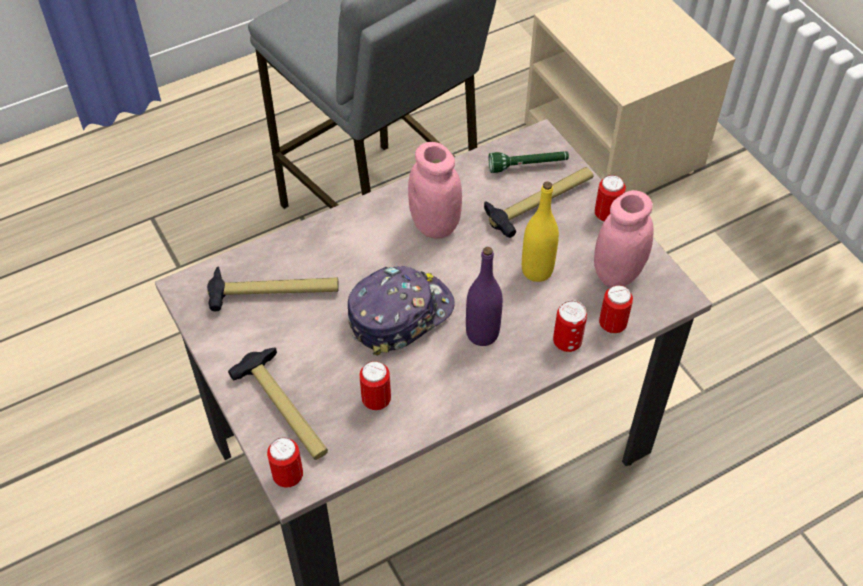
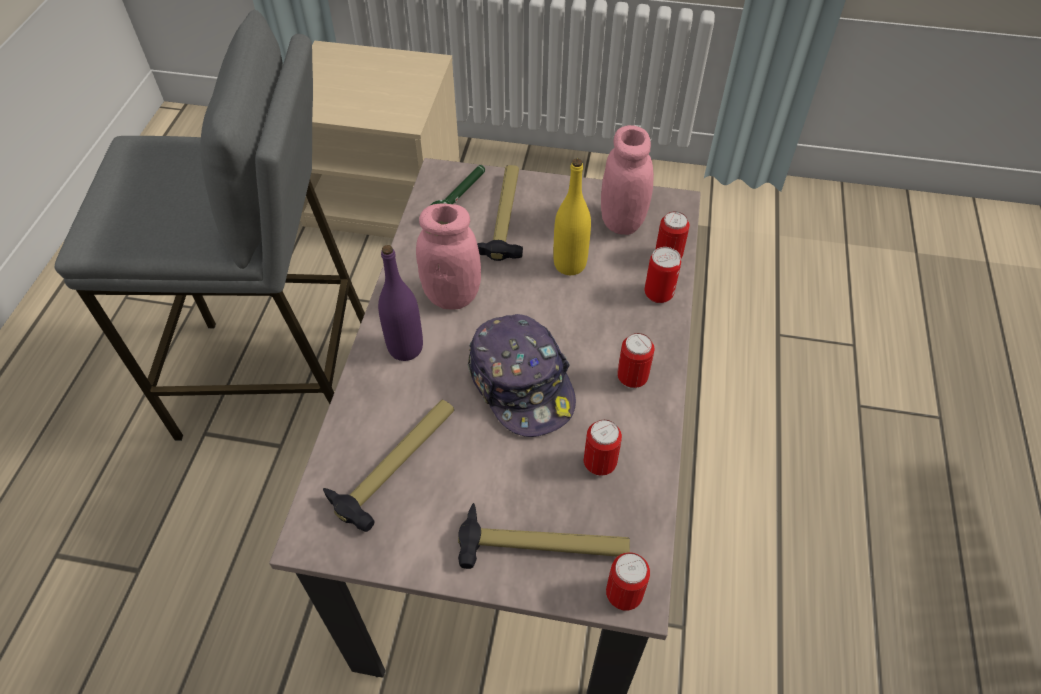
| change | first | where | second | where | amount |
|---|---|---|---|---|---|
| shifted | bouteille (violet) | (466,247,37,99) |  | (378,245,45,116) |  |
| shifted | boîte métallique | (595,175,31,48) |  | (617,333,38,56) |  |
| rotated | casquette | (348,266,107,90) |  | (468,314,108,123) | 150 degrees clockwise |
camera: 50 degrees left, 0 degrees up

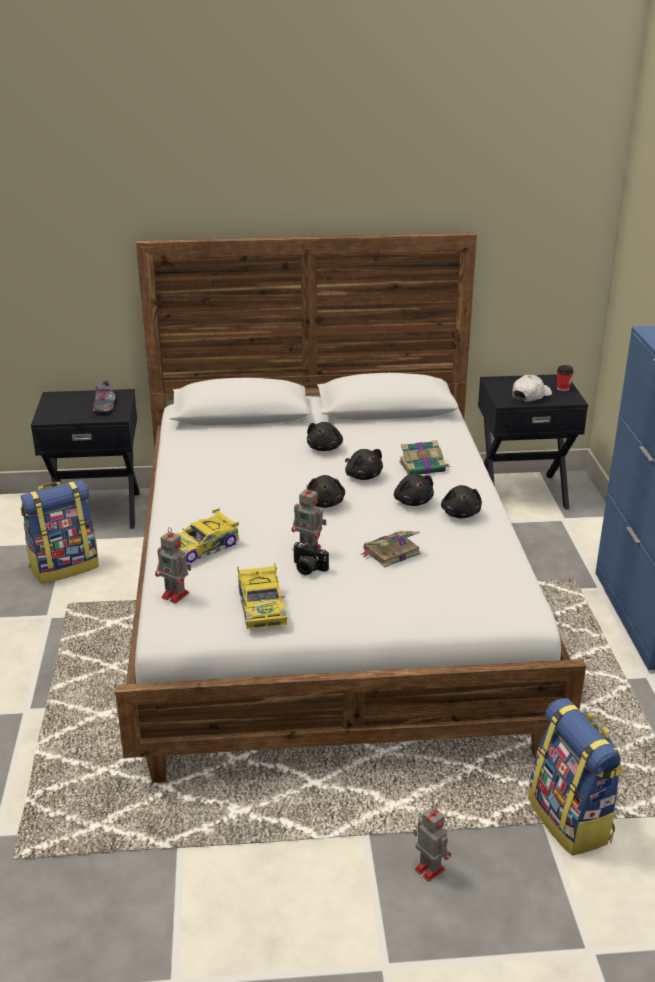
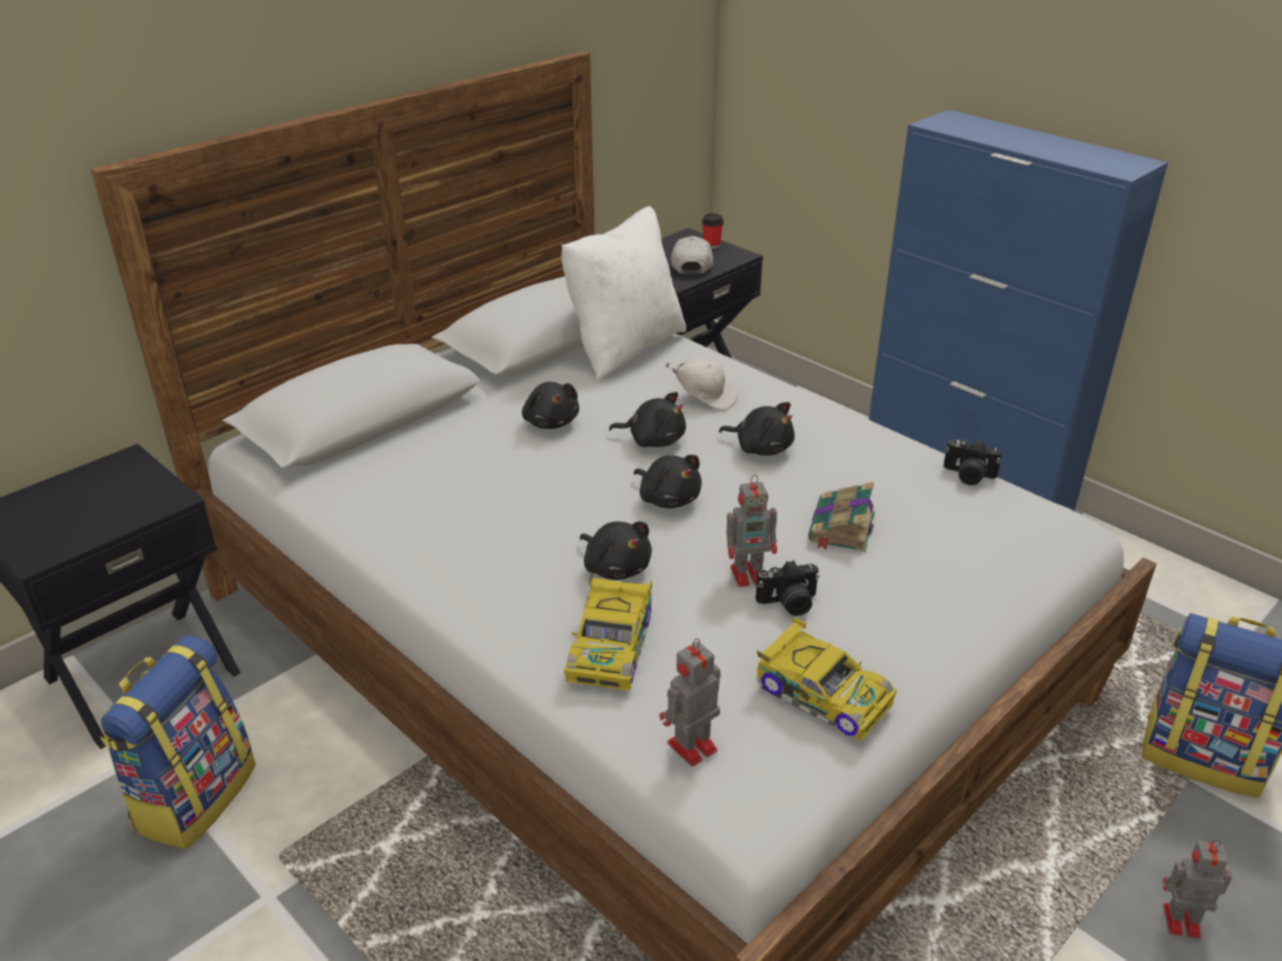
| change | first | where | second | where | amount |
|---|---|---|---|---|---|
| gone | chaussure (gris) | (93,380,23,32) |  |  |  |
| new |  |  | coussin (blanc) | (562,206,124,174) |  |
| new |  |  | appareil photo | (943,439,59,46) |  |
| shifted | peluche (noir) | (441,485,41,33) |  | (580,522,72,58) |  |
| swapped | livre | (399,440,52,35) | casquette (blanc) | (665,358,73,53) |  |
| rotated | robot jouet | (155,527,36,76) |  | (660,638,61,129) | 150 degrees clockwise |
camera: 40 degrees left, 5 degrees up

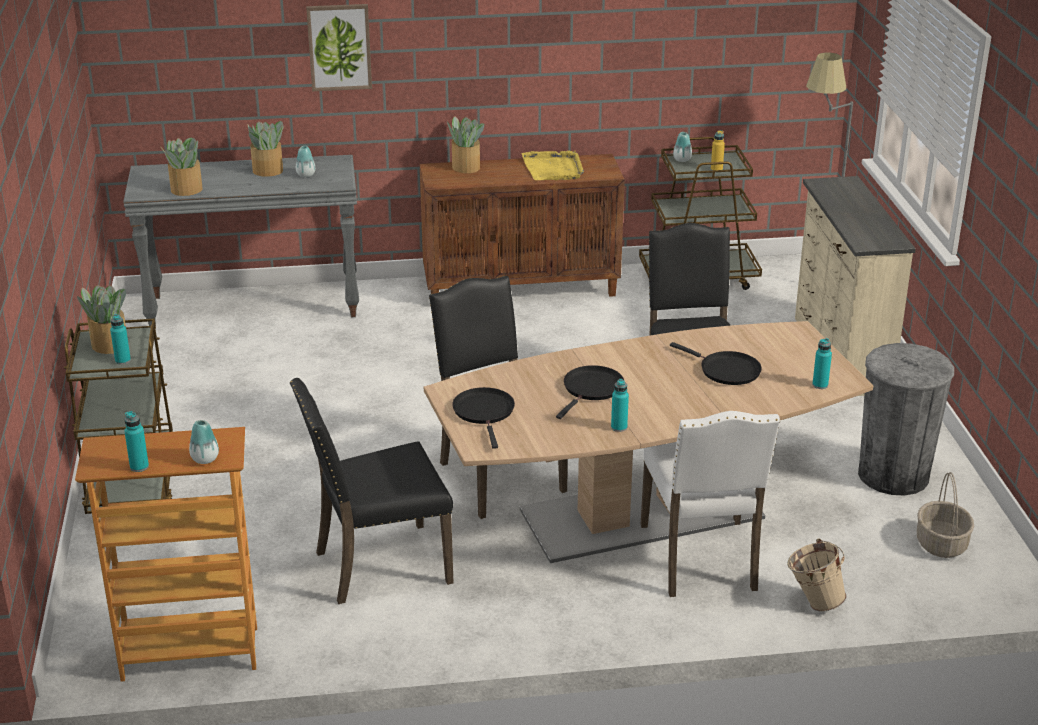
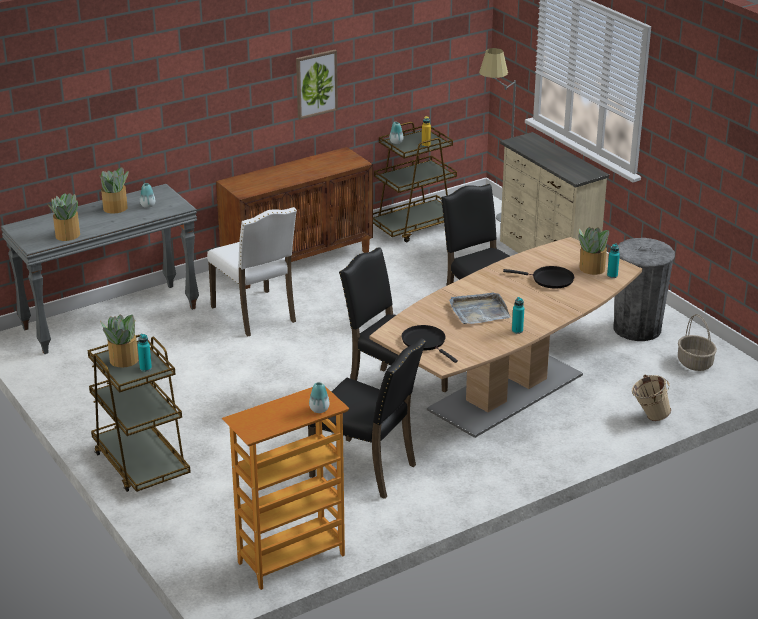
| change | first | where | second | where | amount |
|---|---|---|---|---|---|
| gone | bouteille (turquoise) | (124,411,25,61) |  |  |  |
| gone | plateau (jaune) | (522,151,62,29) |  |  |  |
| shifted | tableau | (306,4,66,88) |  | (296,50,42,69) |  |
| shifted | plante en pot | (447,116,37,57) |  | (578,227,31,48) |  |
| shifted | chaise (blanc) | (641,411,139,186) |  | (207,207,90,130) |  |
| swapped | poêle (noir) | (556,365,68,54) | plateau (gris) | (449,293,62,31) |  |
| rotated | chaise (noir) | (290,378,163,226) |  | (308,338,118,161) | 105 degrees counterclockwise |
camera: 25 degrees left, 0 degrees up

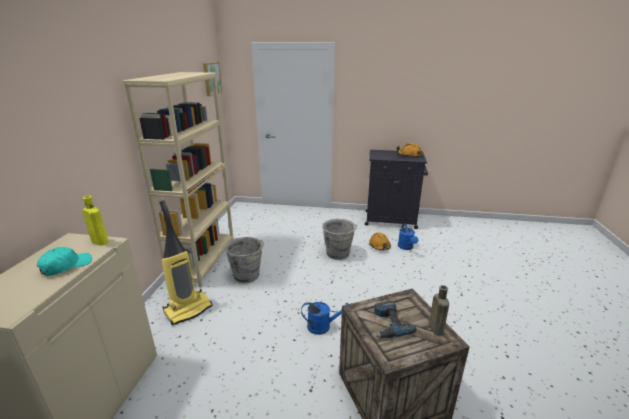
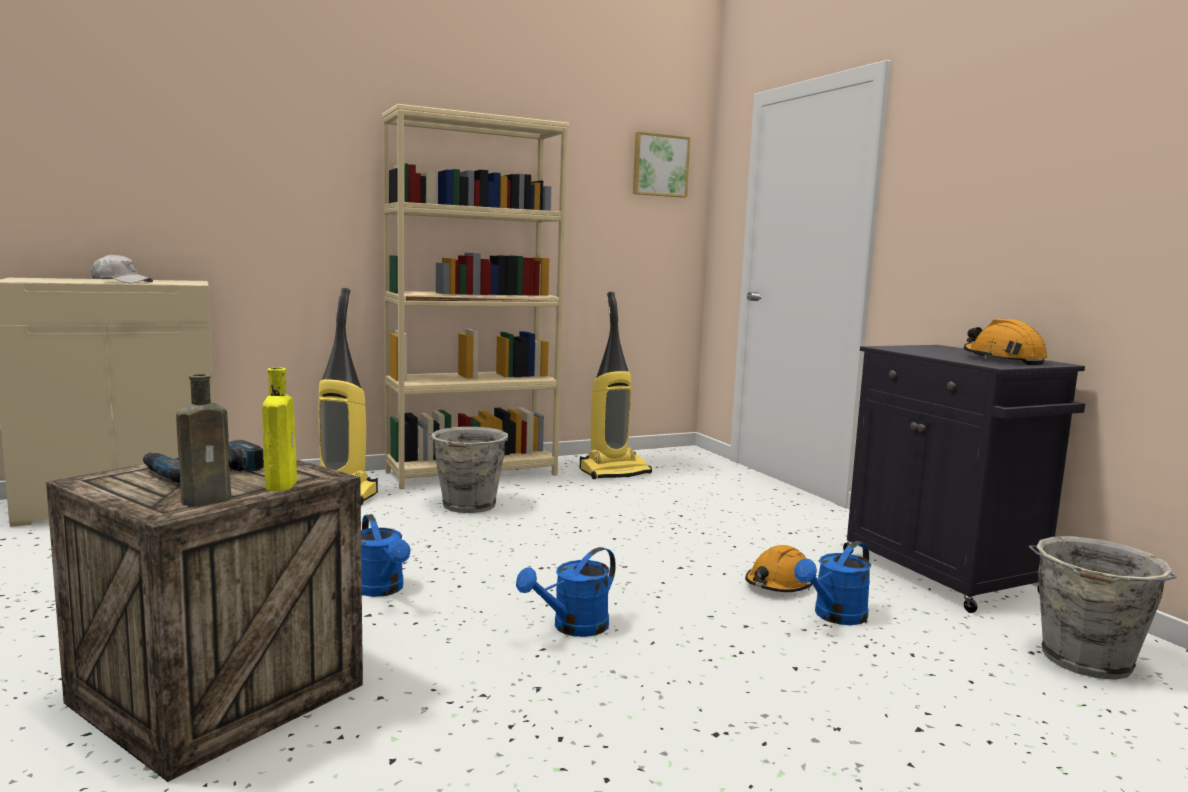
| change | first | where | second | where | amount |
|---|---|---|---|---|---|
| new |  |  | arrosoir (bleu) | (516,547,100,90) |  |
| new |  |  | aspirateur | (580,292,72,187) |  |
| shifted | bouteille (jaune) | (82,196,26,50) |  | (262,367,35,124) |  |
| shifted | seau (gris) | (322,219,35,41) |  | (1028,537,149,143) |  |
| repainted | casquette (turquoise) | (37,247,55,29) | casquette (blanc) | (91,254,62,29) |  |
camera: 55 degrees right, 15 degrees down

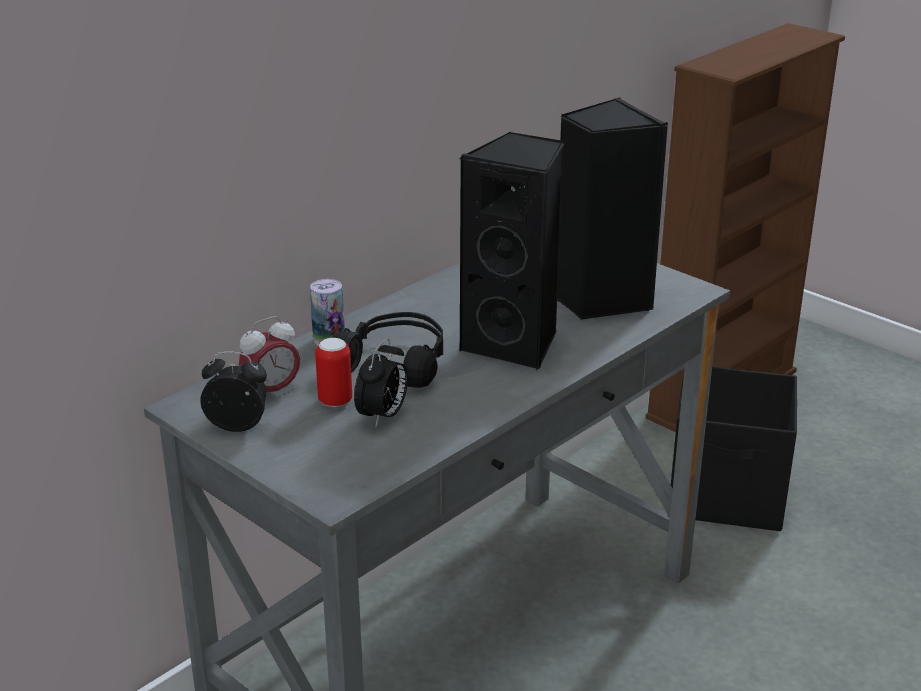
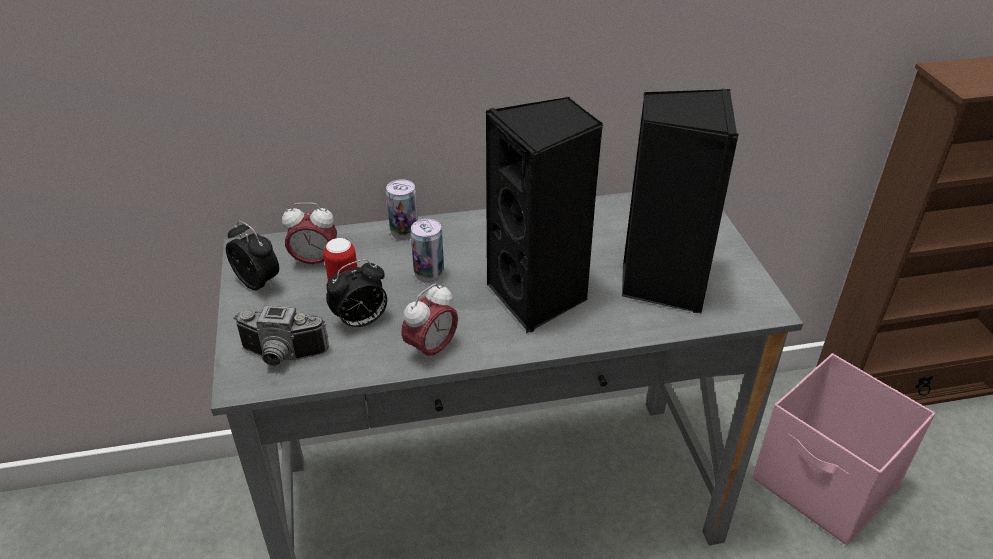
| change | first | where | second | where | amount |
|---|---|---|---|---|---|
| new |  |  | appareil photo | (233,305,96,61) |  |
| new |  |  | réveil | (401,283,57,82) |  |
| swapped | casque audio (noir) | (333,312,110,76) | boîte métallique | (411,219,33,64) |  |
| repainted | boîte de rangement (noir) | (671,367,126,164) | boîte de rangement (rose) | (753,354,182,191) |  |
camera: 35 degrees right, 10 degrees up

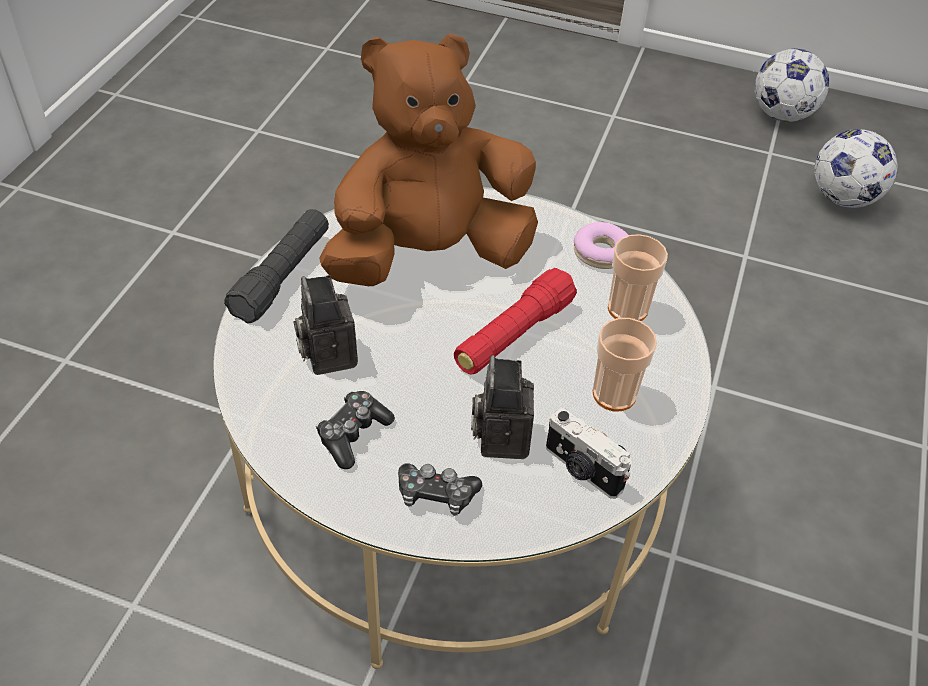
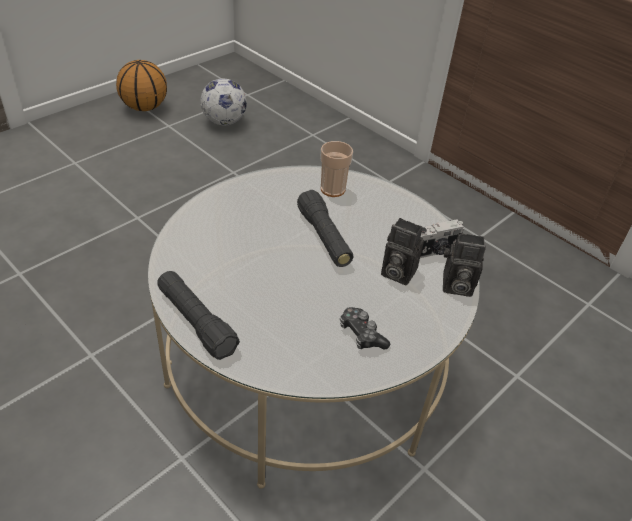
| change | first | where | second | where | amount |
|---|---|---|---|---|---|
| gone | peluche (marron) | (319,33,219,253) |  |  |  |
| gone | manette | (398,464,84,52) |  |  |  |
| gone | beignet | (574,222,54,47) |  |  |  |
| gone | tasse | (593,318,64,93) |  |  |  |
| shifted | appareil photo | (294,275,64,100) |  | (443,233,43,64) |  |
| swapped | ballon de foot | (755,48,74,74) | ballon de basket | (116,60,51,51) |  |
| repainted | lampe de poche (rouge) | (454,268,123,106) | lampe de poche (noir) | (297,190,56,77) |  |
camera: 65 degrees left, 5 degrees down

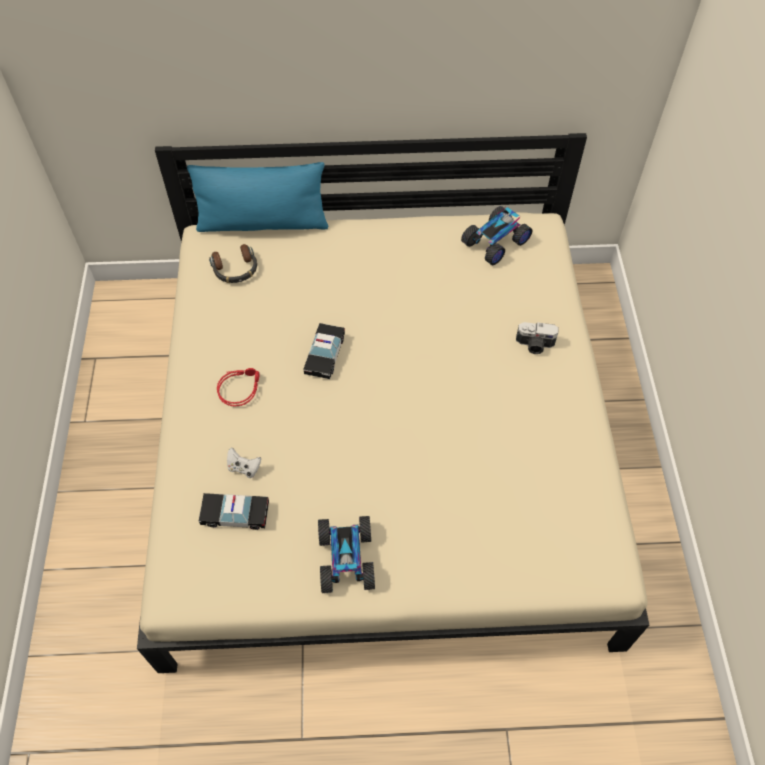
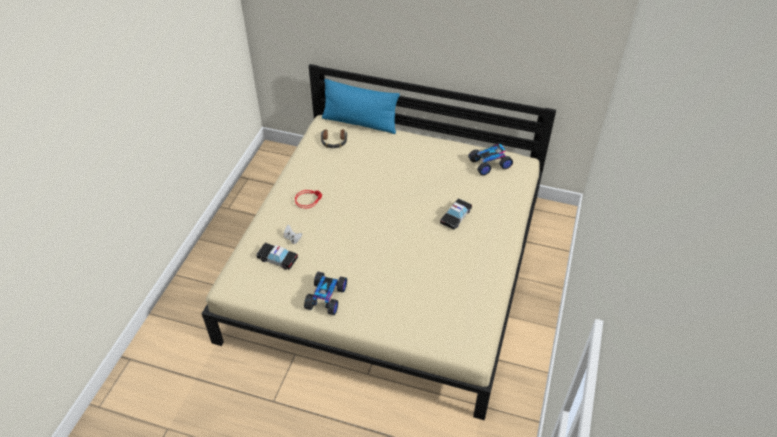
| change | first | where | second | where | amount |
|---|---|---|---|---|---|
| gone | appareil photo | (516,322,43,32) |  |  |  |
| shifted | petite voiture | (303,323,42,56) |  | (440,198,32,32) |  |
camera: 20 degrees right, 10 degrees down

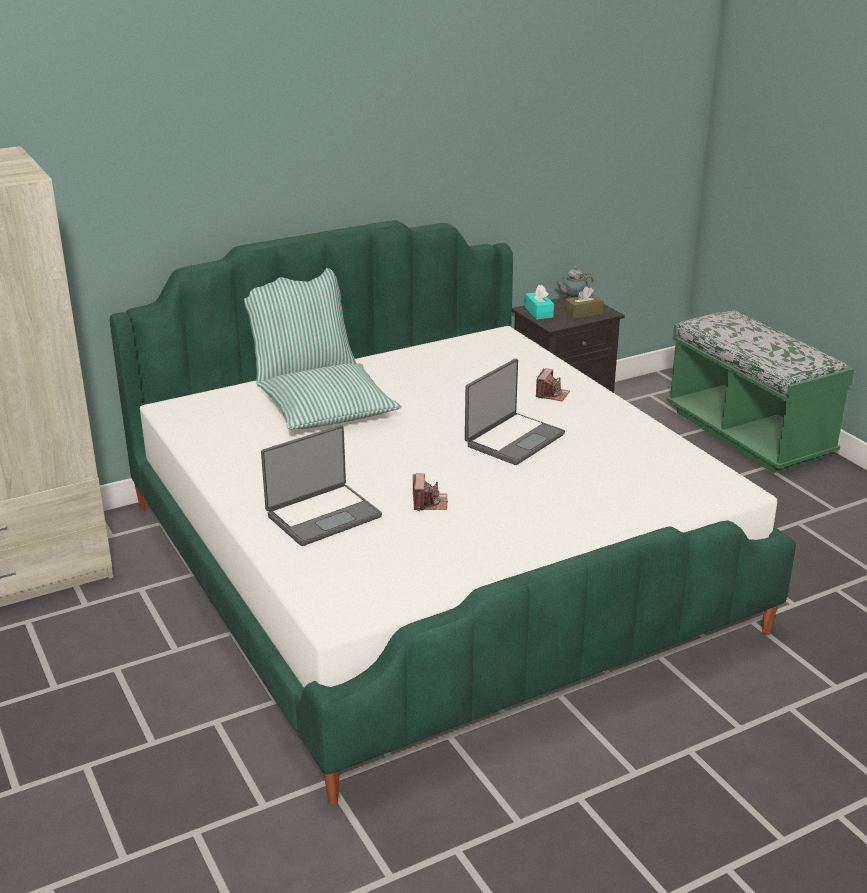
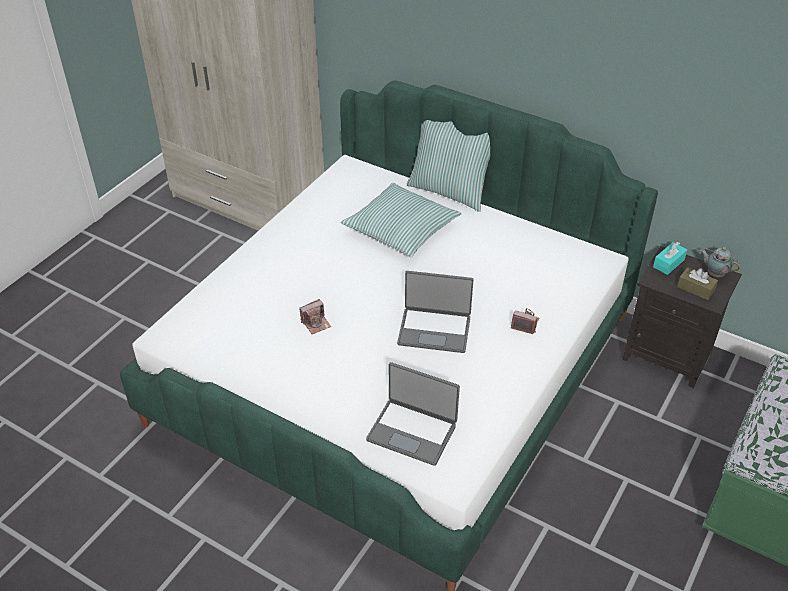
| change | first | where | second | where | amount |
|---|---|---|---|---|---|
| shifted | ordinateur portable | (261,425,121,121) |  | (366,362,94,104) |  |
| rotated | appareil photo | (536,368,34,33) |  | (511,308,28,26) | 150 degrees counterclockwise |
camera: 60 degrees right, 15 degrees up

